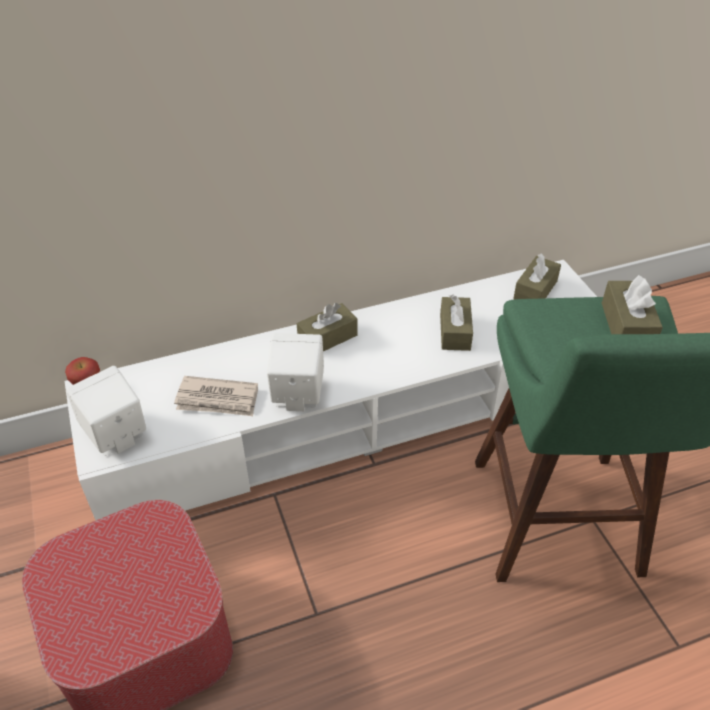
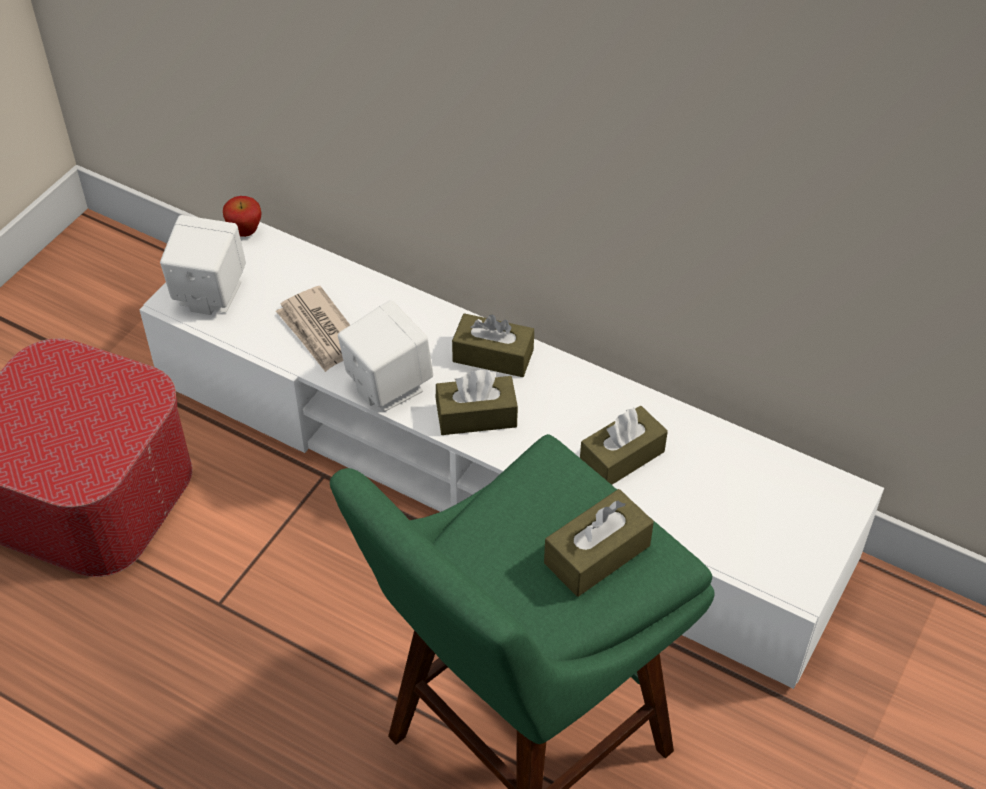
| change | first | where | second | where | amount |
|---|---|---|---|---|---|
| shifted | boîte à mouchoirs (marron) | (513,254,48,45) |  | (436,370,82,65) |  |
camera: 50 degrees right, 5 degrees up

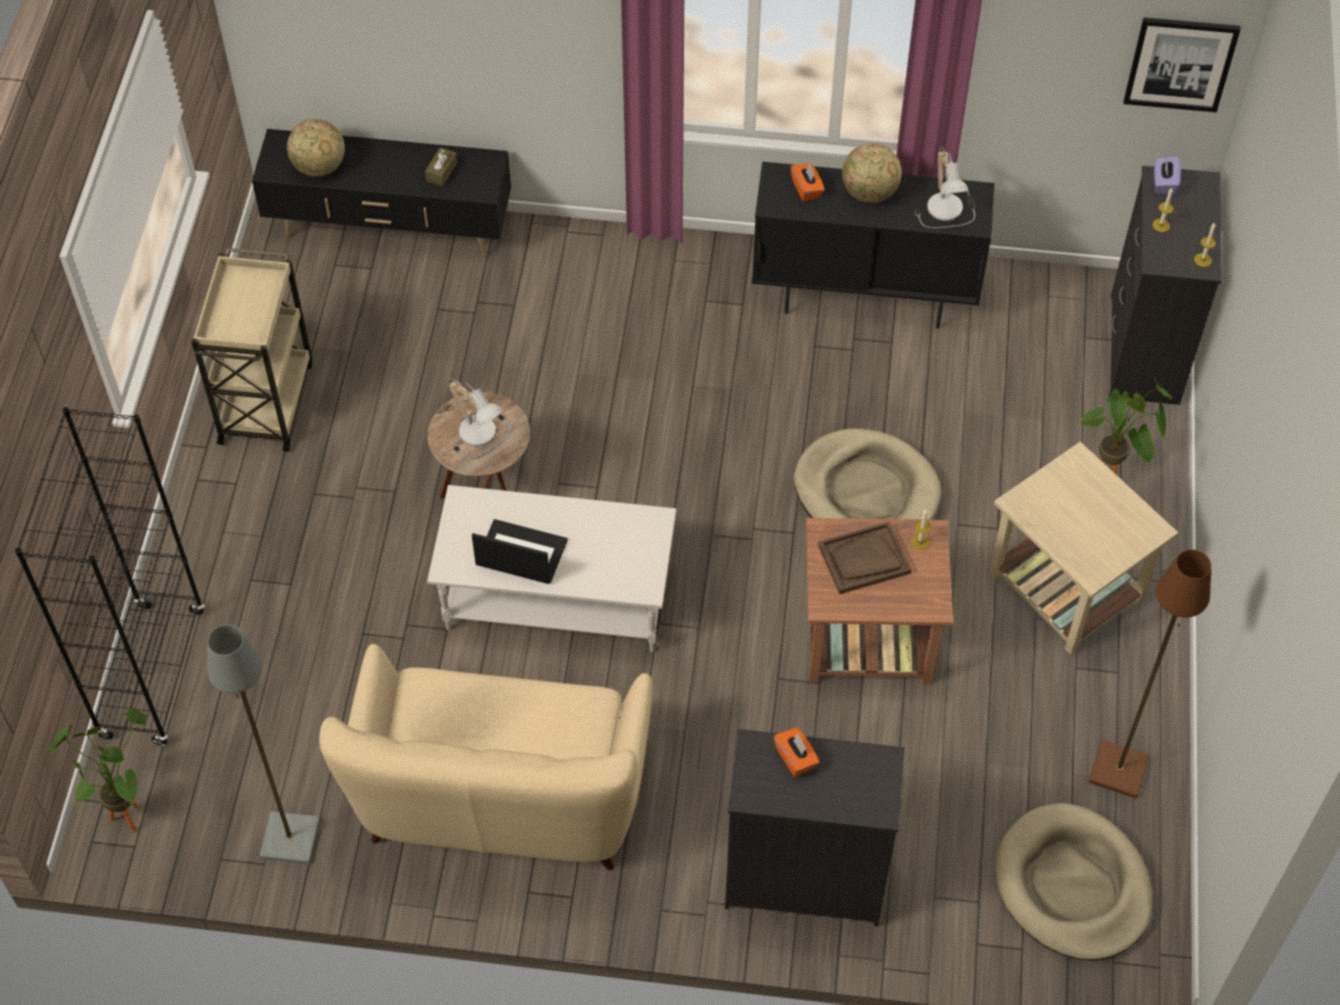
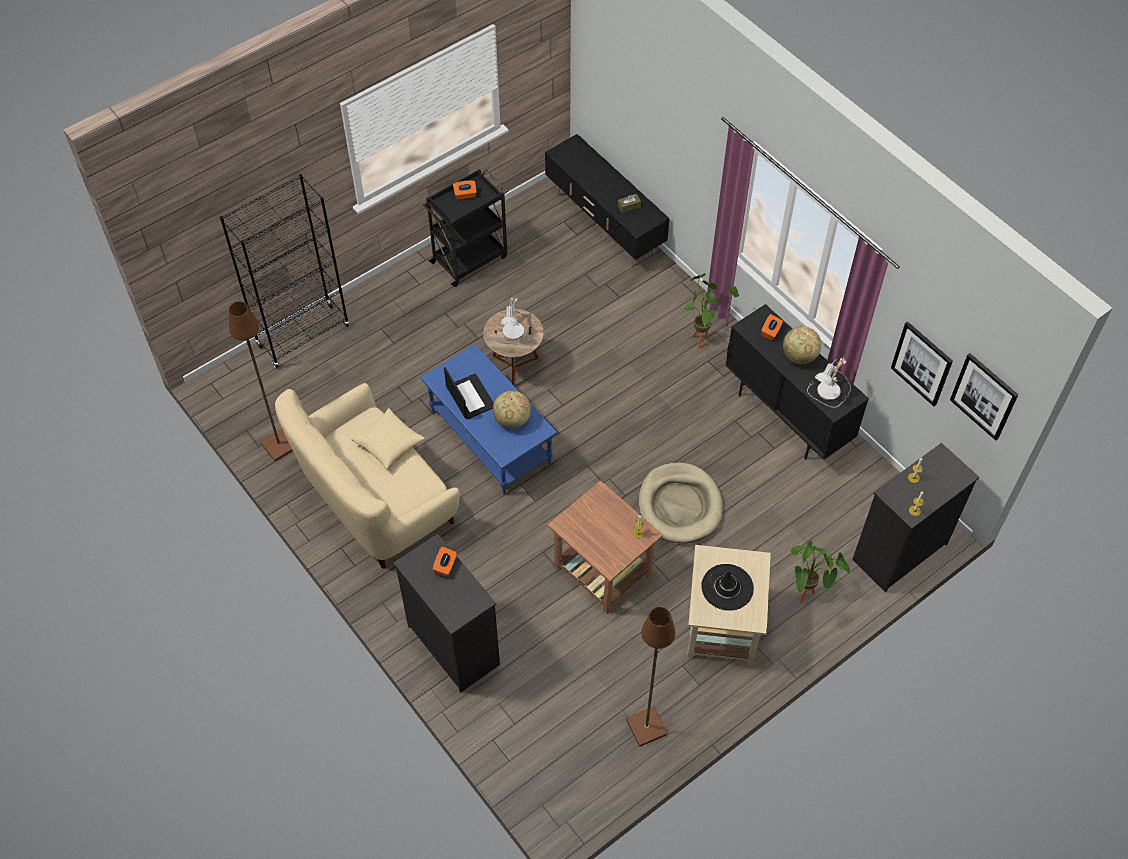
| change | first | where | second | where | amount |
|---|---|---|---|---|---|
| gone | plateau (marron) | (818,521,94,73) |  |  |  |
| gone | panier pour chien (beige) | (995,803,158,158) |  |  |  |
| gone | boîte à mouchoirs (violet) | (1154,156,27,39) |  |  |  |
| new |  |  | coussin | (351,408,74,62) |  |
| new |  |  | boîte à mouchoirs (orange) | (453,180,24,20) |  |
| new |  |  | chapeau (noir) | (701,564,53,47) |  |
| new |  |  | tableau | (891,322,62,84) |  |
| shifted | plante en pot | (49,708,98,125) |  | (683,273,56,75) |  |
| shifted | globe | (287,119,58,58) |  | (493,390,38,39) |  |
| repainted | chariot (beige) | (191,248,121,204) | chariot (noir) | (423,169,85,118) |  |
| repainted | lampadaire (gris) | (207,625,113,239) | lampadaire (marron) | (229,301,64,160) |  |
| repainted | table basse (blanc) | (427,485,250,167) | table basse (bleu) | (420,344,137,151) |  |
camera: 45 degrees right, 0 degrees up

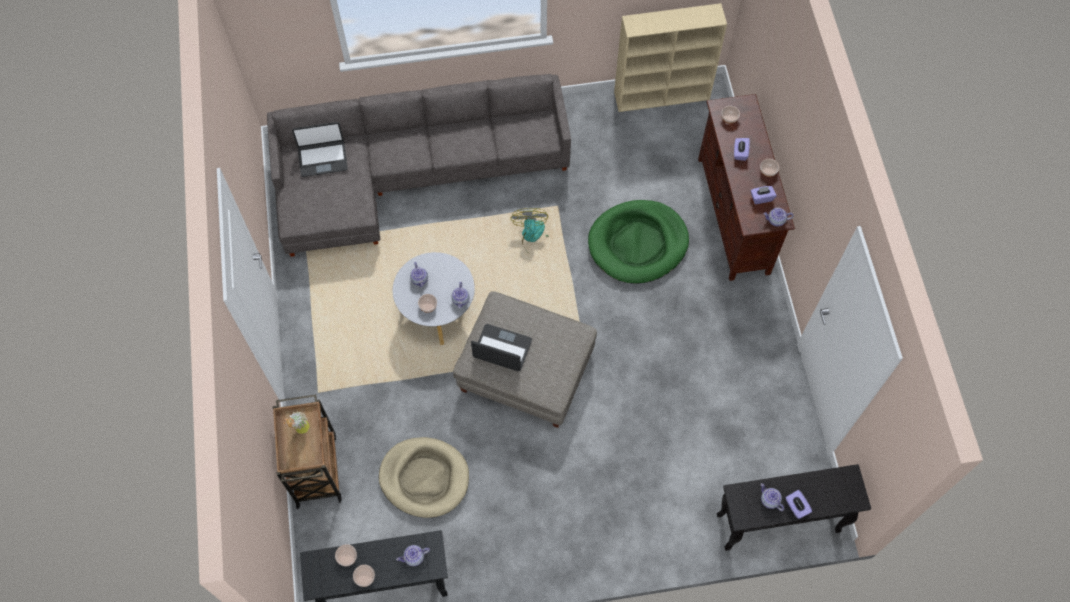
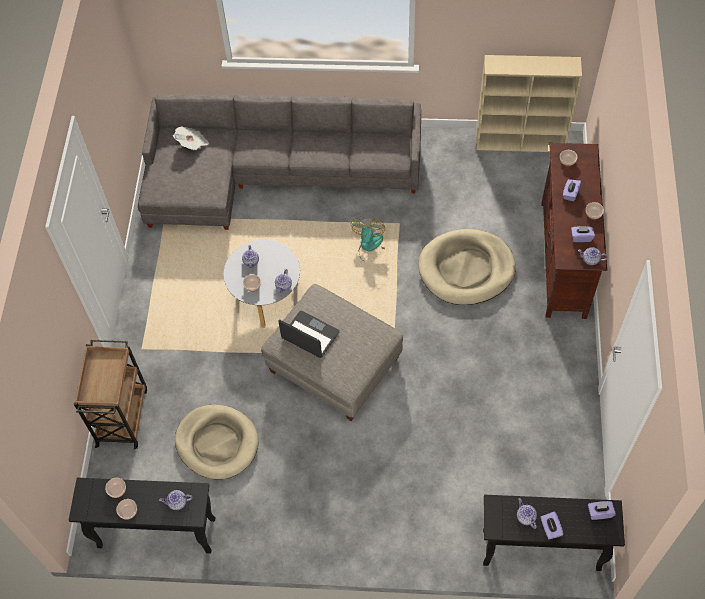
| change | first | where | second | where | amount |
|---|---|---|---|---|---|
| gone | plante en pot | (284,411,25,23) |  |  |  |
| new |  |  | boîte à mouchoirs (violet) | (588,501,28,19) |  |
| swapped | ordinateur portable | (292,122,56,55) | journal | (173,126,36,24) |  |
| repainted | panier pour chien (vert) | (588,200,101,84) | panier pour chien (beige) | (419,229,97,76) |  |
camera: 15 degrees right, 5 degrees down

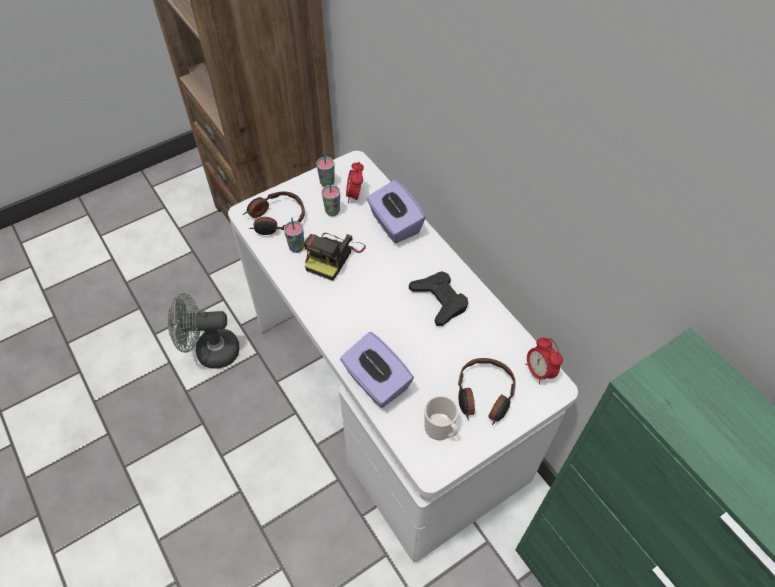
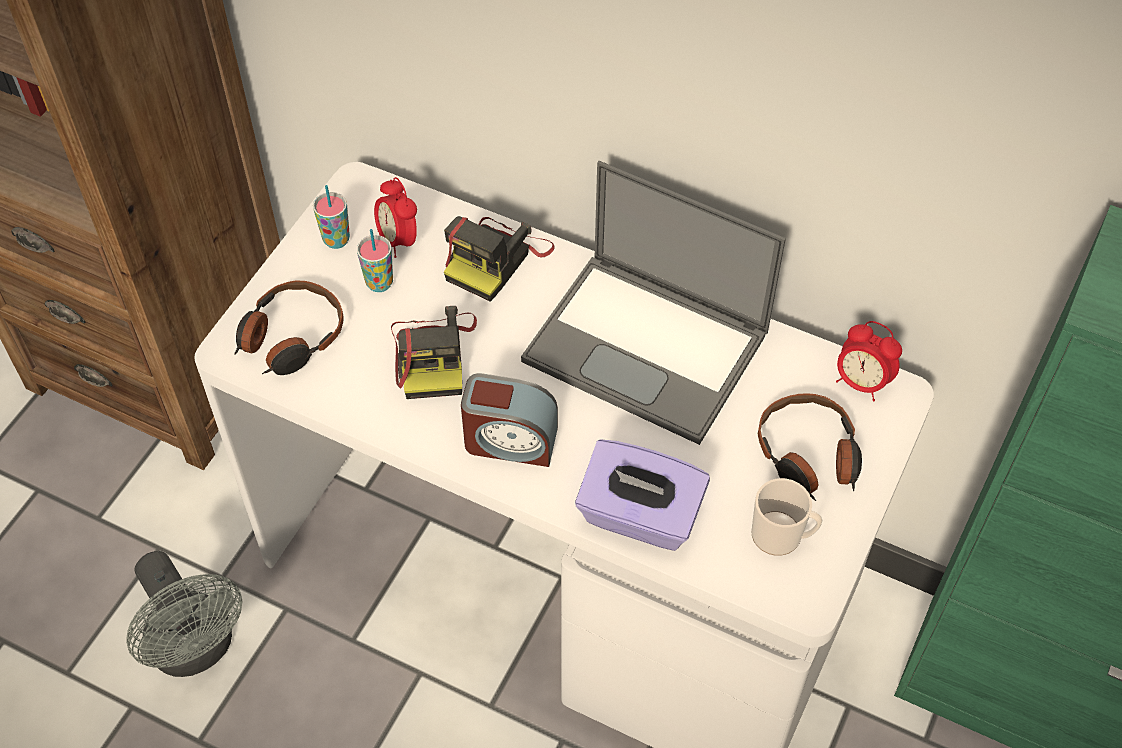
| change | first | where | second | where | amount |
|---|---|---|---|---|---|
| gone | tasse | (284,217,20,36) |  |  |  |
| new |  |  | réveil | (461,373,97,94) |  |
| swapped | boîte à mouchoirs (violet) | (367,180,58,63) | appareil photo | (444,216,111,86) |  |
| swapped | manette (noir) | (409,271,59,55) | ordinateur portable | (521,161,265,284) |  |
| rotated | ventilateur (gris) | (168,293,72,75) |  | (126,551,116,126) | 90 degrees counterclockwise |
camera: 30 degrees left, 0 degrees up

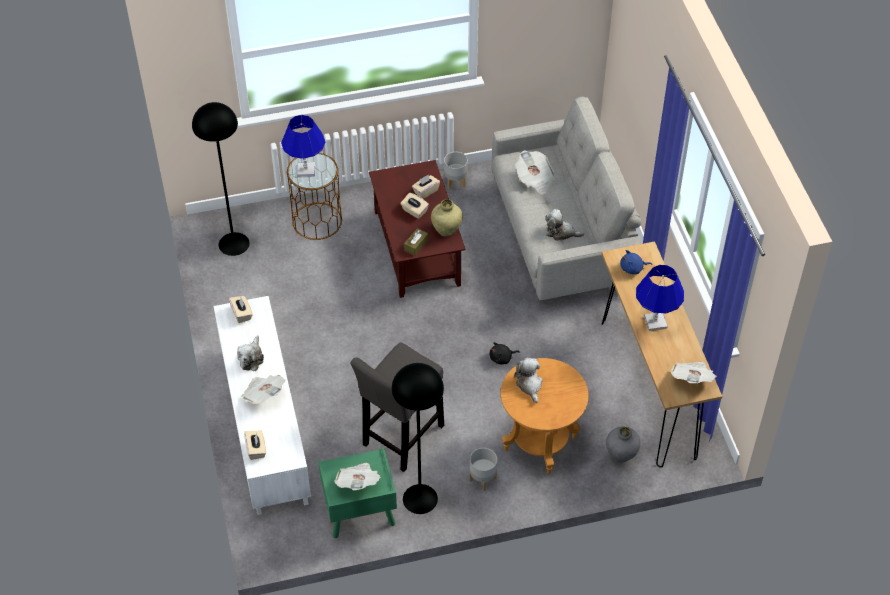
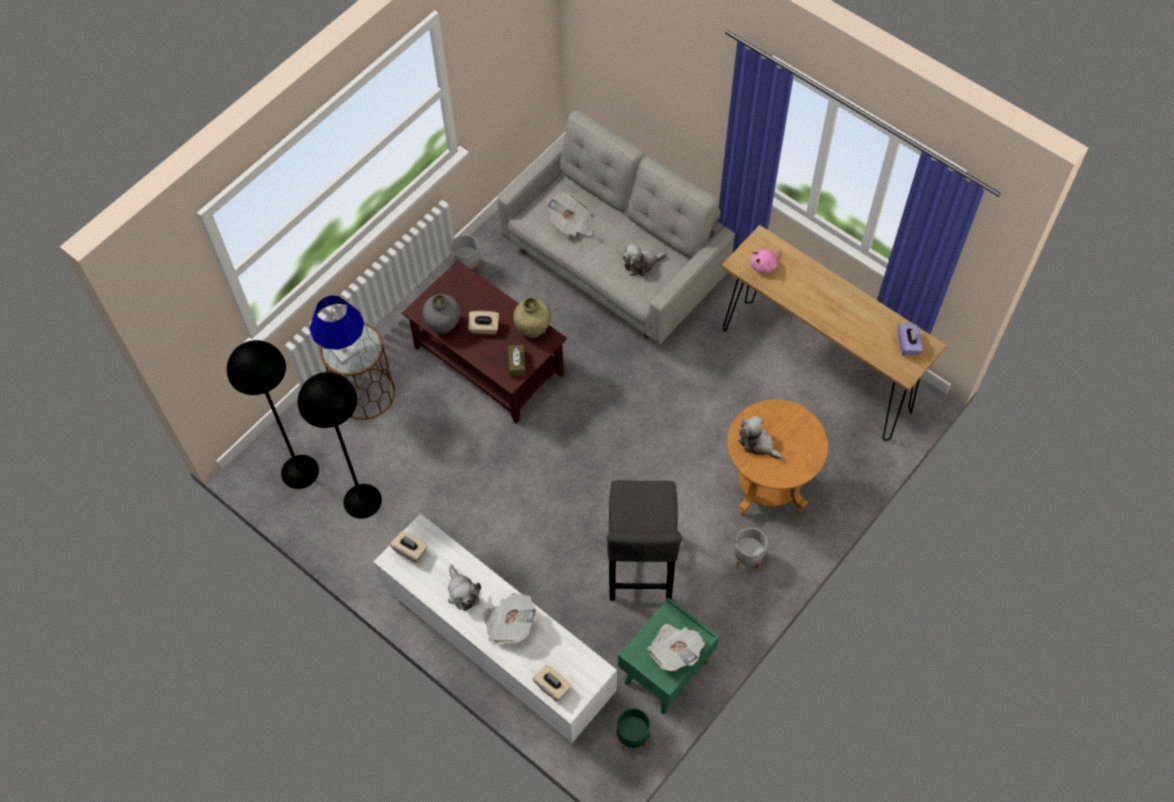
| change | first | where | second | where | amount |
|---|---|---|---|---|---|
| gone | boîte à mouchoirs (beige) | (412,175,28,24) |  |  |  |
| gone | peluche (noir) | (490,342,30,22) |  |  |  |
| gone | lampe de table (bleu) | (636,265,48,66) |  |  |  |
| new |  |  | cache-pot (vert) | (617,708,33,43) |  |
| shifted | lampadaire (noir) | (392,363,52,151) |  | (298,372,84,147) |  |
| shifted | vase (gris) | (606,426,35,36) |  | (422,294,38,40) |  |
| swapped | journal | (671,362,46,21) | boîte à mouchoirs (violet) | (898,323,25,33) |  |
| repainted | peluche (bleu) | (620,250,32,24) | peluche (rose) | (750,249,29,24) |  |
camera: 35 degrees left, 10 degrees up

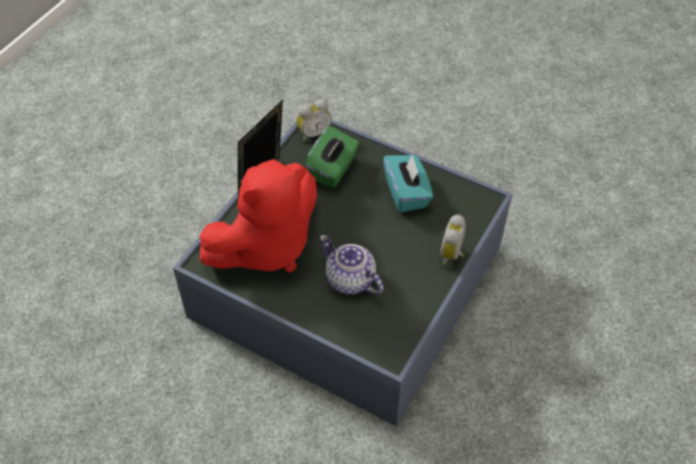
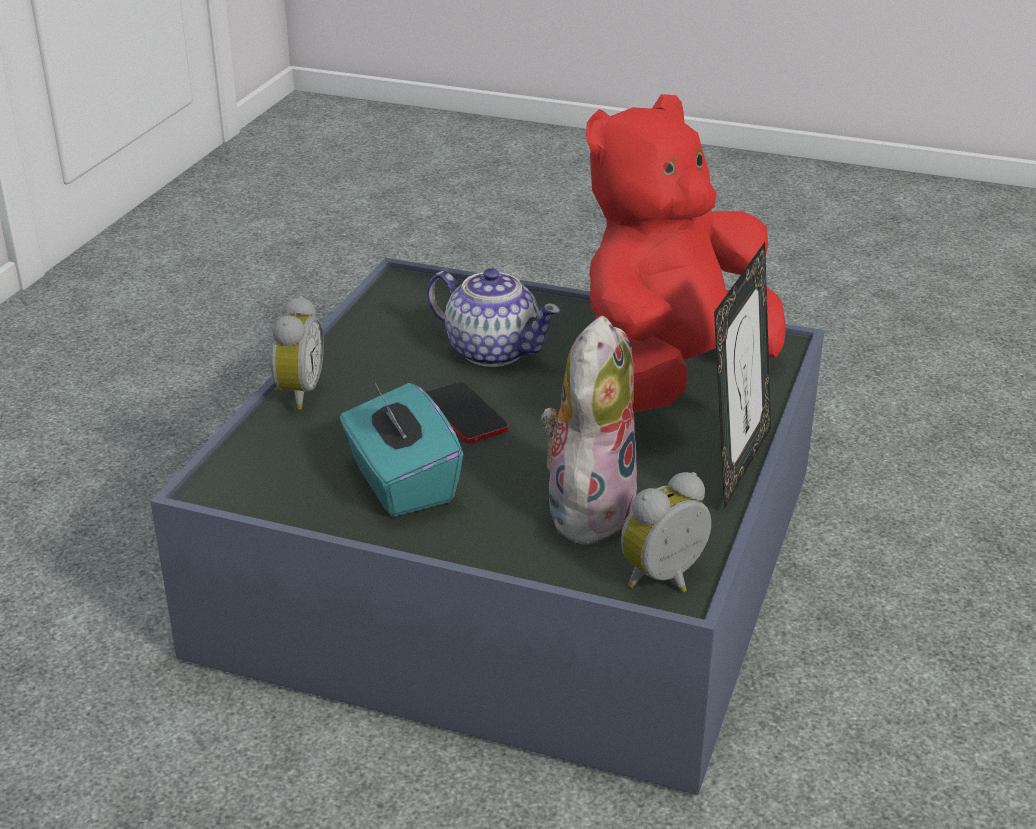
| change | first | where | second | where | amount |
|---|---|---|---|---|---|
| new |  |  | téléphone | (426,382,82,62) |  |
| swapped | boîte à mouchoirs (vert) | (304,126,55,62) | peluche | (541,315,96,229) |  |
camera: 170 degrees right, 20 degrees down

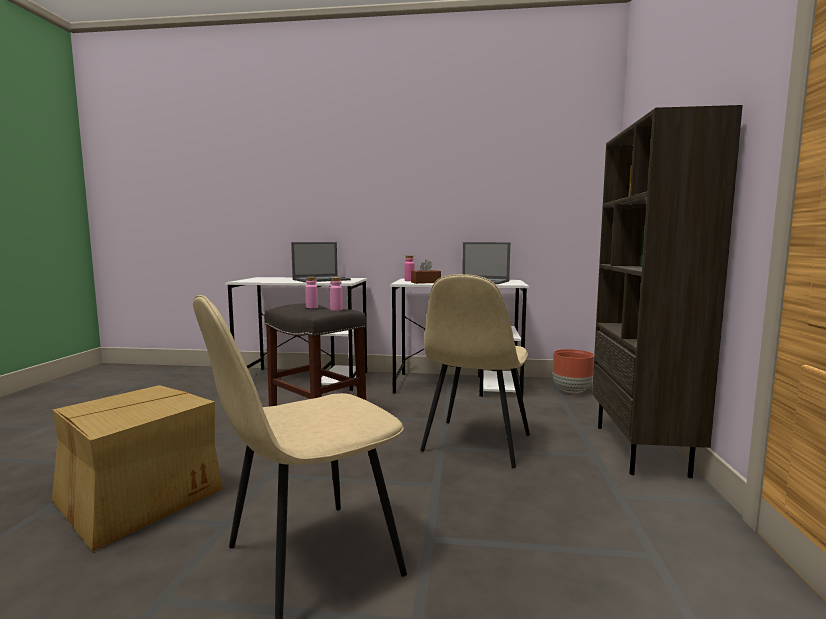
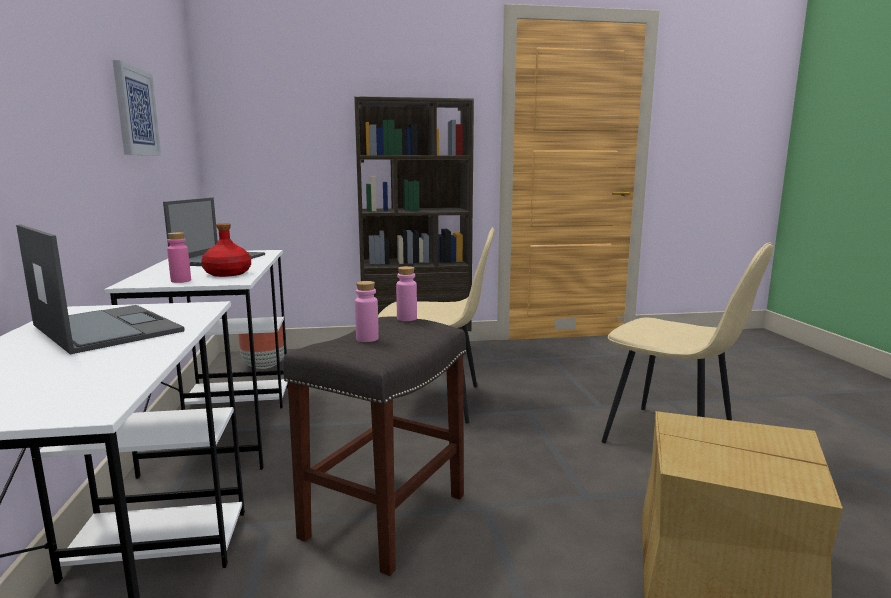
| change | first | where | second | where | amount |
|---|---|---|---|---|---|
| new |  |  | tableau | (113,60,48,96) |  |
| swapped | boîte à mouchoirs (marron) | (411,259,30,25) | bouteille (rouge) | (201,223,50,54) |  |
camera: 105 degrees left, 5 degrees up

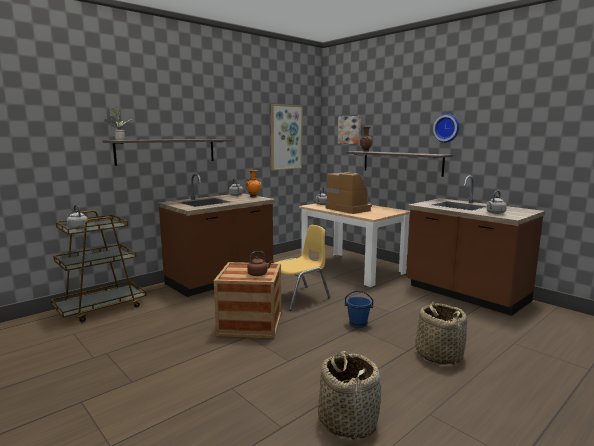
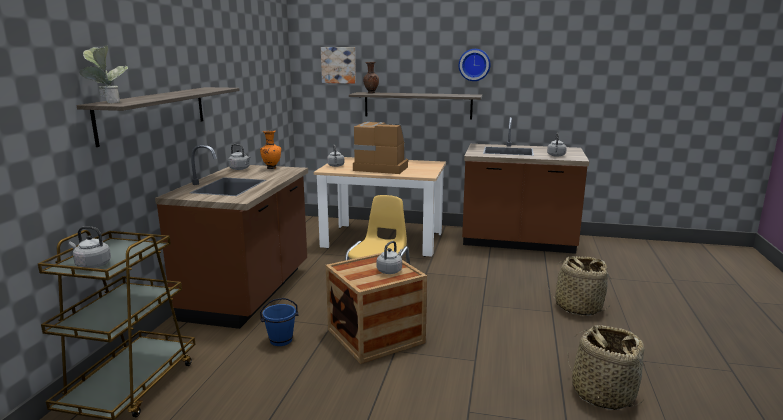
| change | first | where | second | where | amount |
|---|---|---|---|---|---|
| gone | tableau | (271,104,32,66) |  |  |  |
| shifted | seau (bleu) | (345,291,28,37) |  | (260,298,39,48) |  |
| repainted | bouilloire (marron) | (247,251,26,25) | bouilloire (gris) | (377,241,26,33) |  |
camera: 35 degrees left, 5 degrees up

